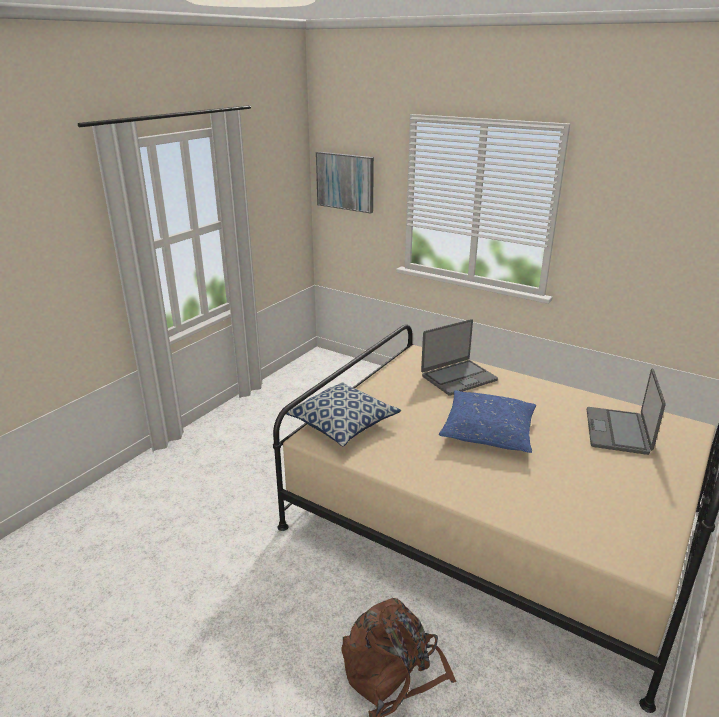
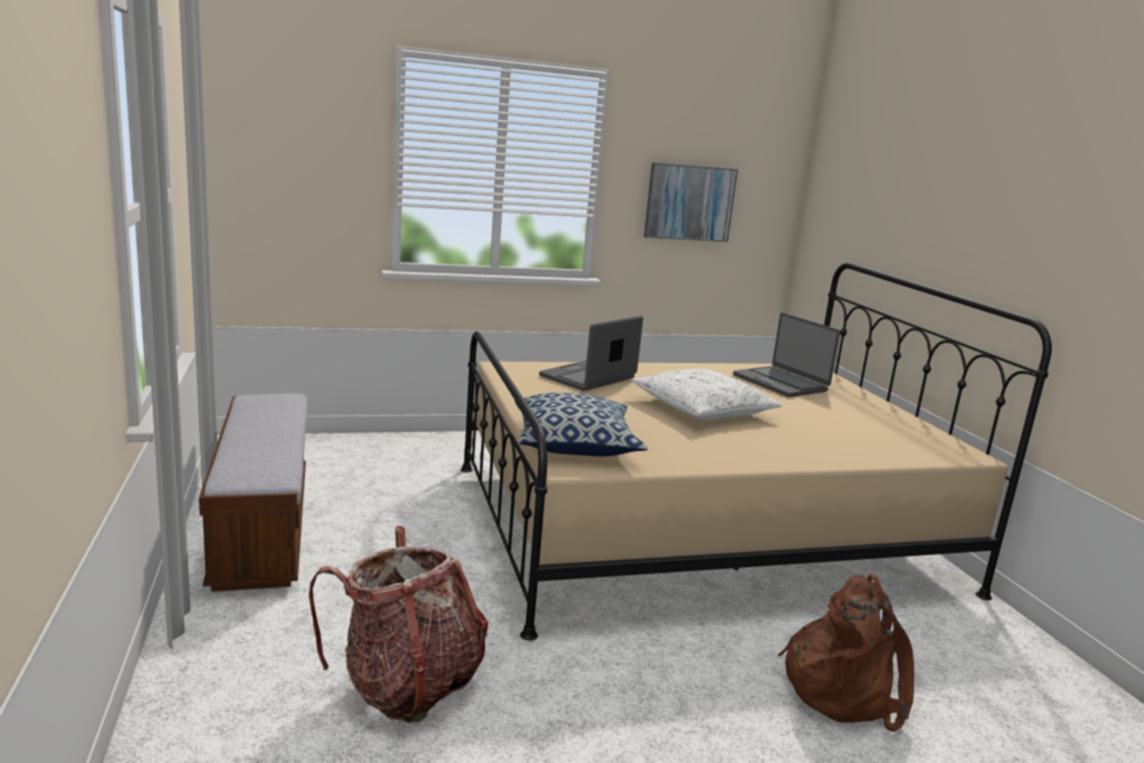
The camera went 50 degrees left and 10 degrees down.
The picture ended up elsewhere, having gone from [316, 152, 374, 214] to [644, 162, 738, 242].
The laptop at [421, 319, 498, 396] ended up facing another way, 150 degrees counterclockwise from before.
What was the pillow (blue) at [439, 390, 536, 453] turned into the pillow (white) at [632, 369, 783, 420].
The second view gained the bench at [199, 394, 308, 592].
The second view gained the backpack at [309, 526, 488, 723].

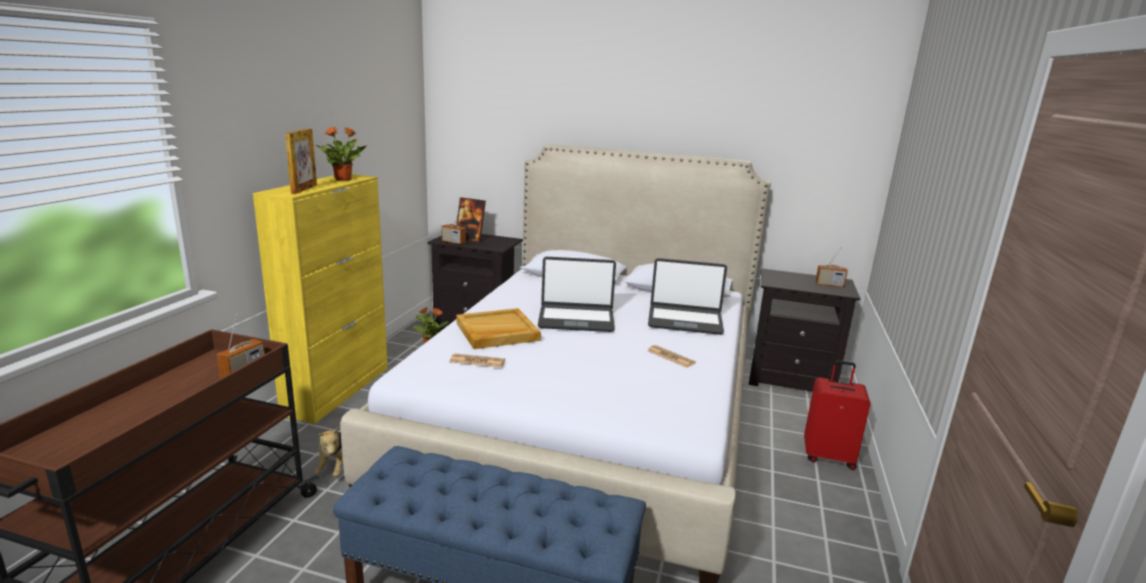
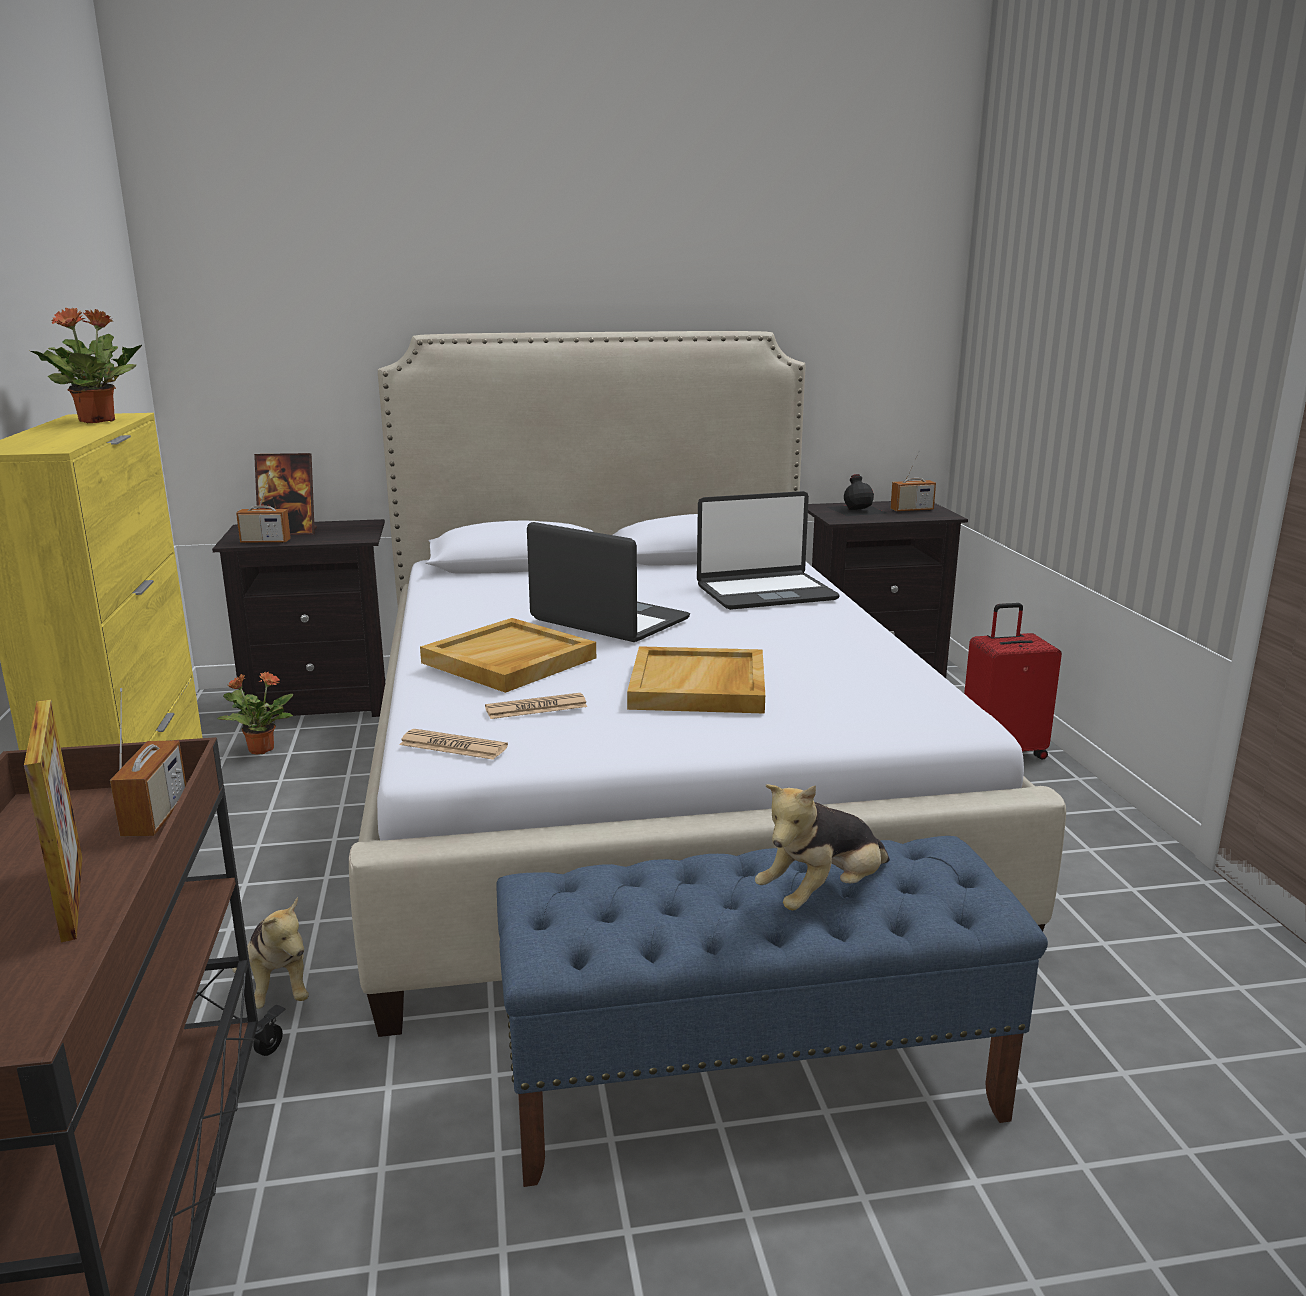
The camera went 25 degrees left and 0 degrees up.
The picture frame ended up elsewhere, having gone from [285, 129, 317, 194] to [24, 699, 82, 942].
The laptop at [538, 257, 616, 332] ended up facing another way, 120 degrees counterclockwise from before.
The newspaper ended up elsewhere, having gone from [647, 345, 696, 368] to [399, 729, 508, 760].
The second view gained the bottle (black) at [827, 474, 887, 516].
The second view gained the tray (beige) at [627, 646, 765, 714].
The second view gained the plush toy at [755, 784, 890, 911].

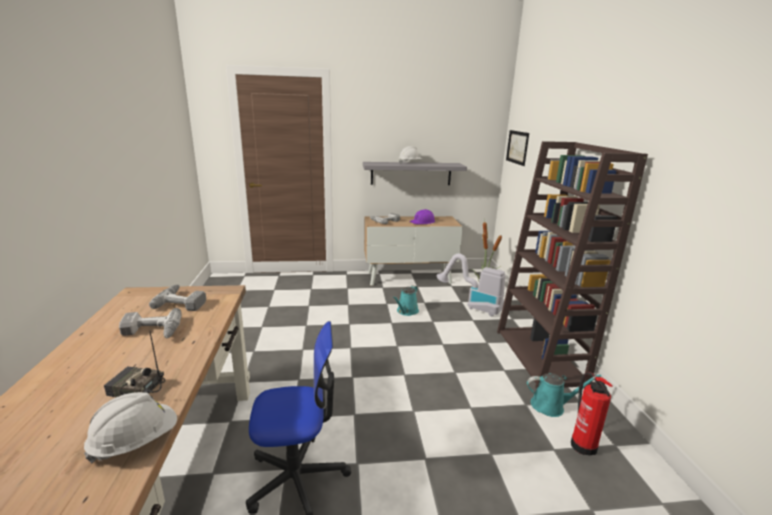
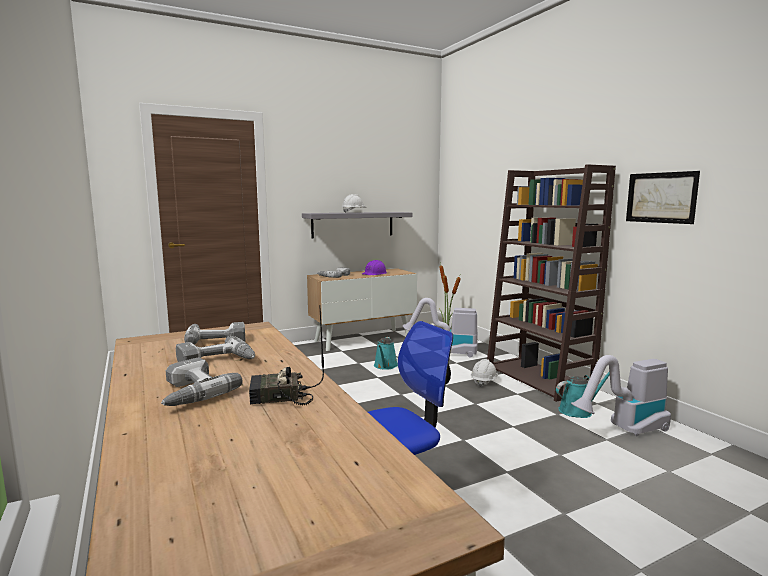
The camera went 20 degrees left and 10 degrees down.
The picture ended up elsewhere, having gone from [506, 130, 529, 166] to [626, 171, 700, 224].
Where the fire extinguisher stood at [571, 372, 613, 455], the vacuum cleaner came to stand at [571, 355, 671, 436].
The hard hat (white) ended up elsewhere, having gone from [84, 392, 177, 464] to [471, 359, 498, 387].
The second view gained the power drill at [161, 358, 242, 406].

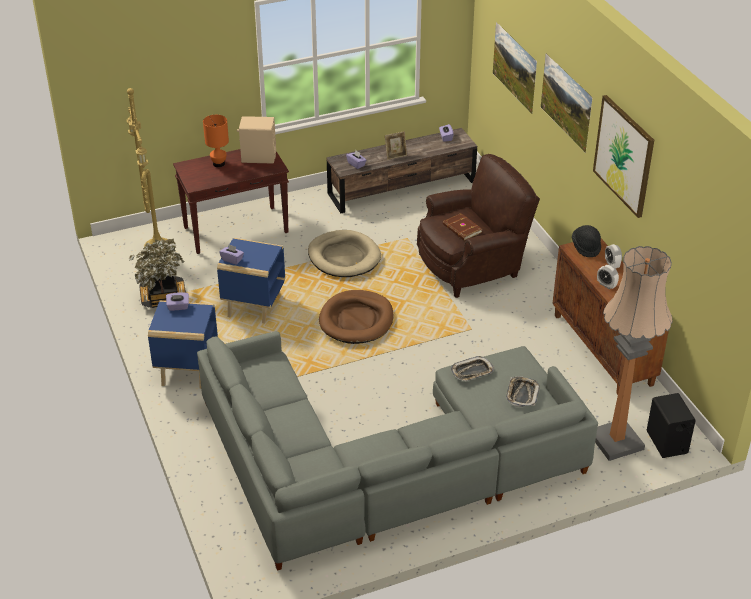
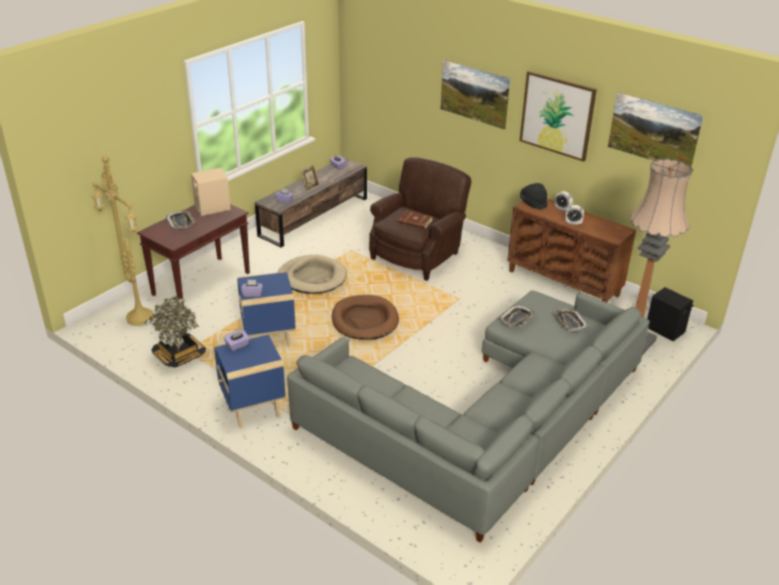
The camera went 30 degrees left and 5 degrees down.
The picture ended up elsewhere, having gone from [493, 22, 537, 114] to [608, 92, 703, 168].
Where the table lamp (orange) stood at [203, 115, 229, 167], the tray came to stand at [166, 210, 195, 230].

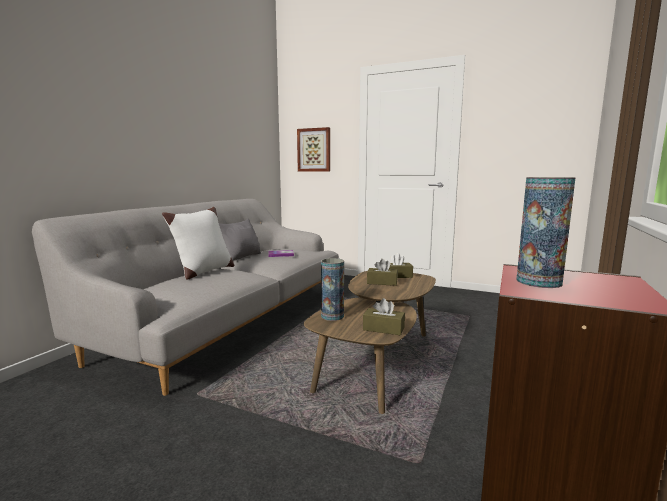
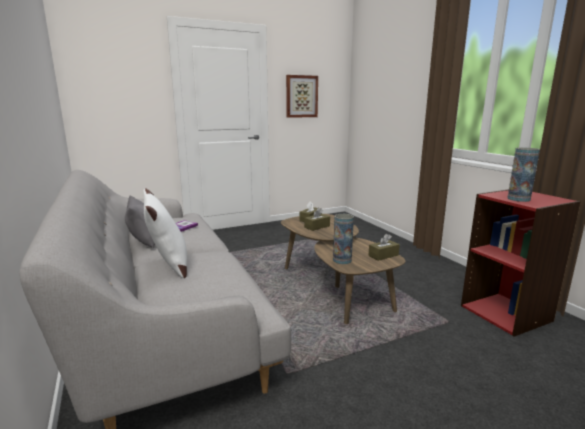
The camera went 50 degrees left and 5 degrees up.
The picture ended up elsewhere, having gone from [297, 127, 330, 171] to [286, 75, 318, 118].

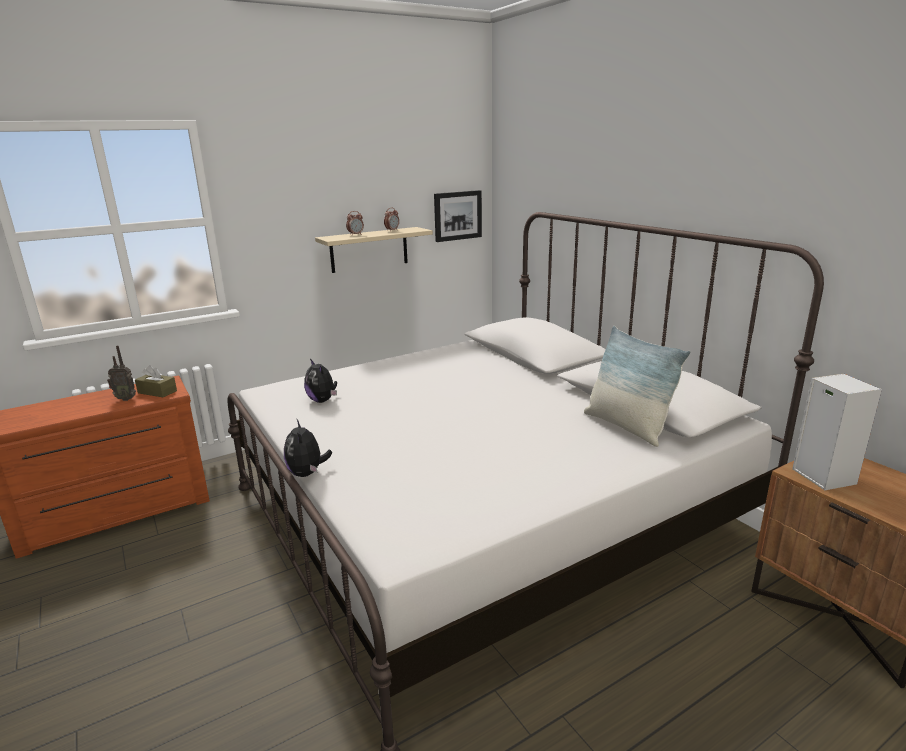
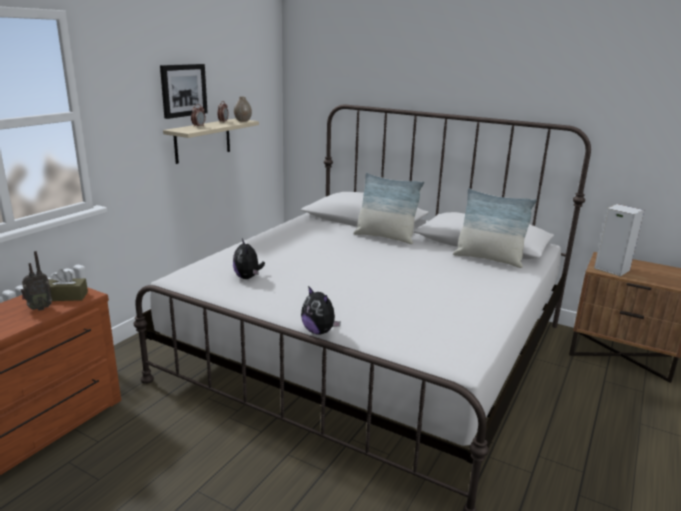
The camera went 30 degrees left and 0 degrees up.
The picture ended up elsewhere, having gone from [434, 190, 482, 242] to [160, 64, 208, 119].
The plush toy at [304, 359, 337, 403] ended up facing another way, 45 degrees clockwise from before.
The second view gained the vase at [234, 96, 252, 122].
The second view gained the pillow at [353, 172, 424, 244].

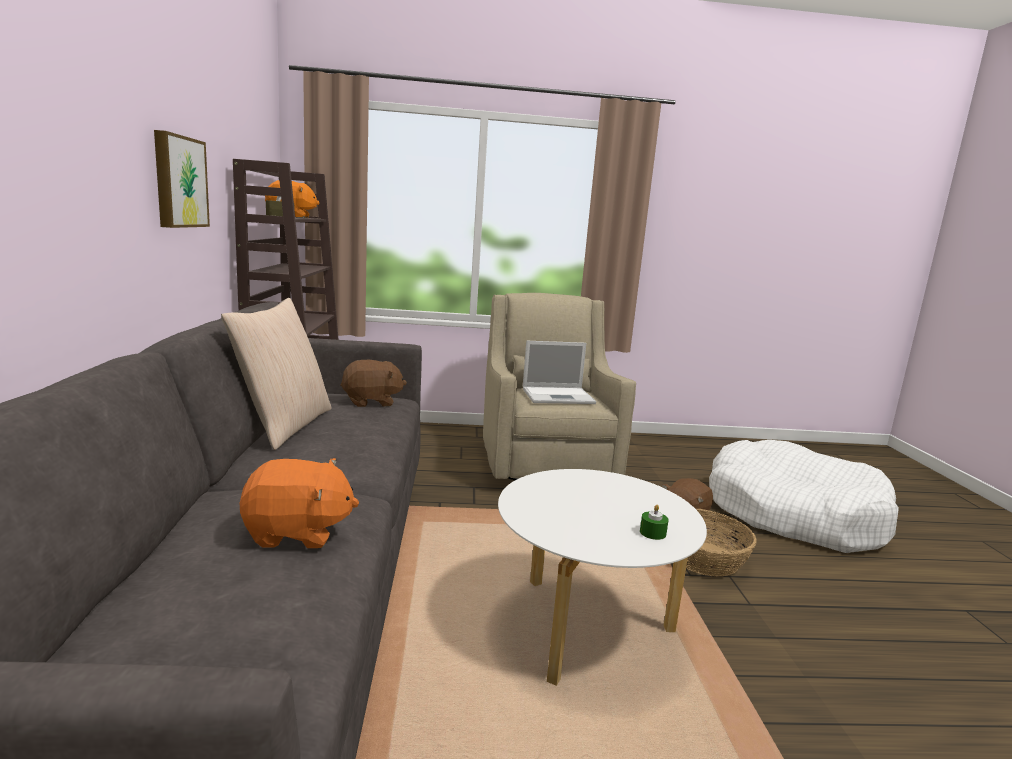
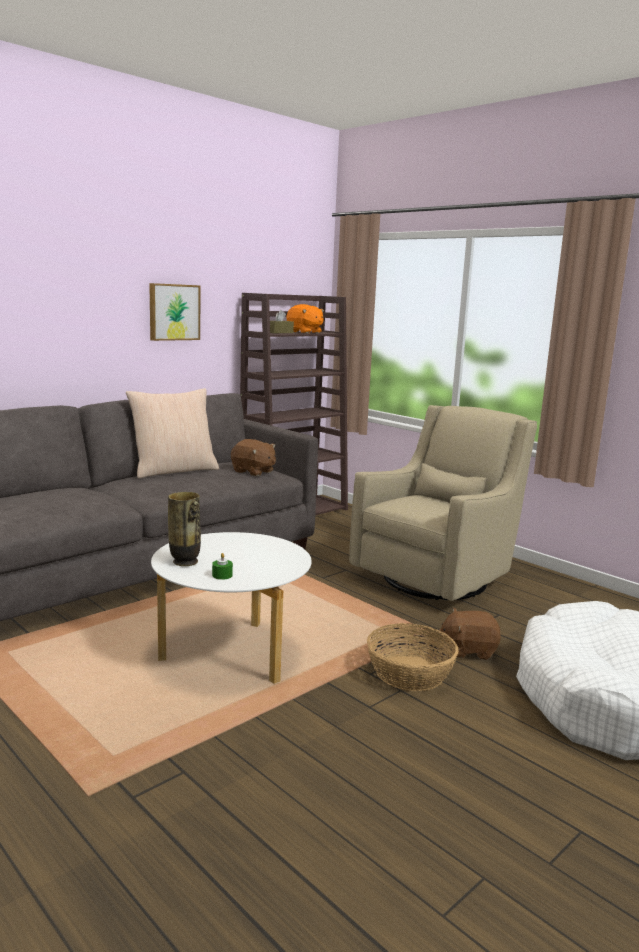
The camera went 50 degrees right and 0 degrees up.
The second view lost the laptop at [523, 341, 596, 404].
The second view lost the plush toy (orange) at [240, 458, 359, 548].
The second view gained the vase at [168, 492, 201, 566].

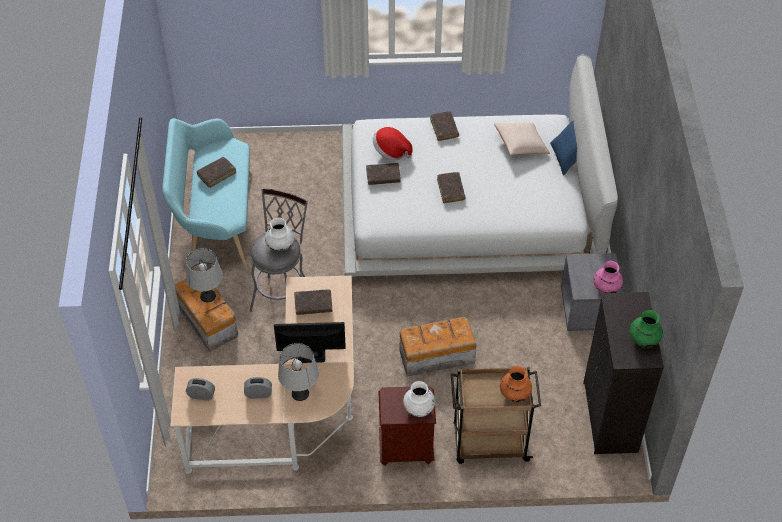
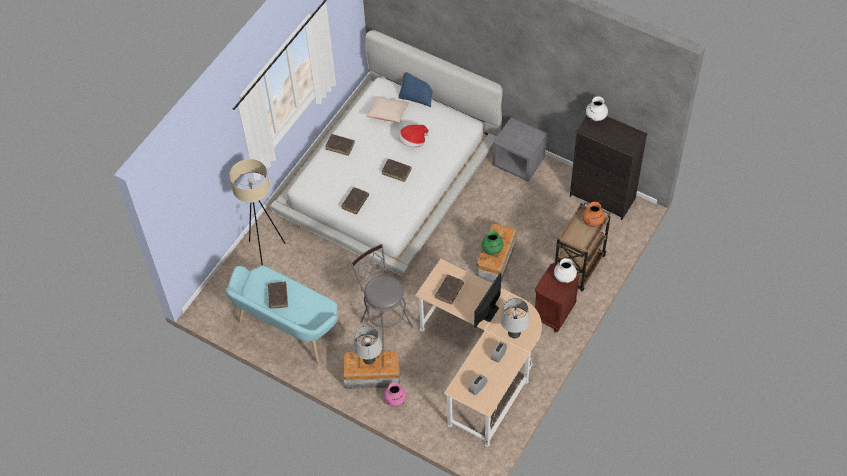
The camera went 55 degrees left and 5 degrees up.
The hat ended up elsewhere, having gone from [373, 127, 413, 160] to [398, 125, 428, 148].
The vase (white) ended up elsewhere, having gone from [265, 218, 294, 251] to [586, 97, 608, 122].
The vase (pink) ended up elsewhere, having gone from [594, 261, 623, 293] to [384, 382, 406, 407].
The vase (green) ended up elsewhere, having gone from [629, 310, 663, 348] to [482, 230, 503, 255].
The second view gained the floor lamp (beige) at [229, 159, 285, 265].

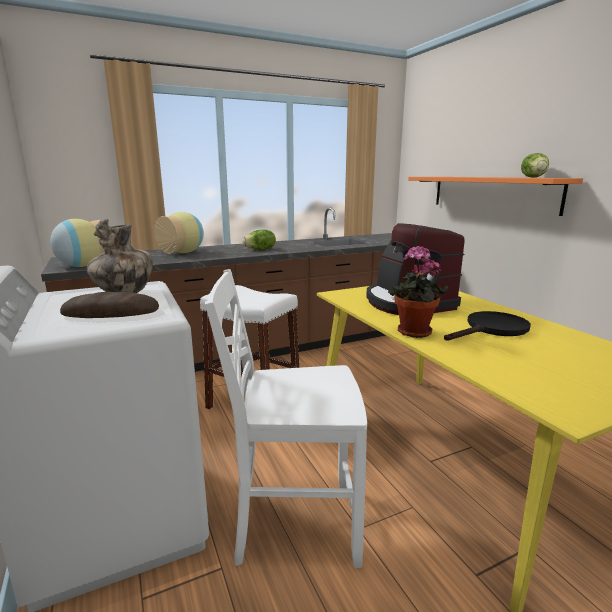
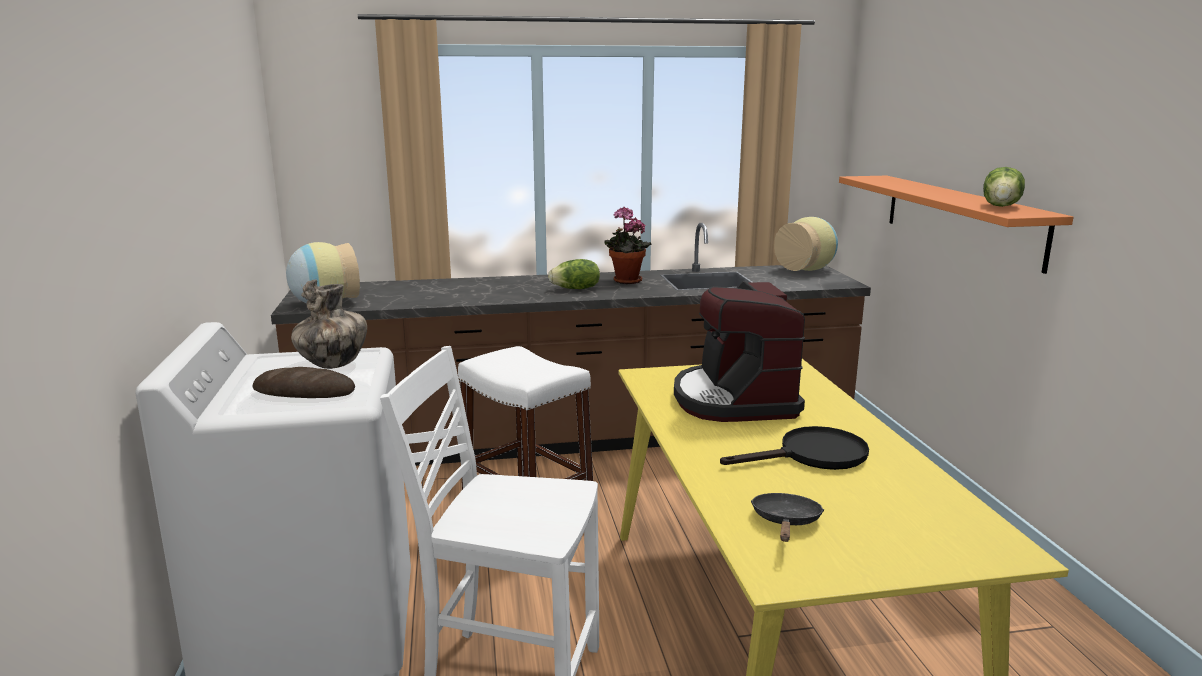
The camera went 15 degrees right and 0 degrees up.
The vase ended up elsewhere, having gone from [154, 212, 204, 253] to [774, 217, 838, 271].
The potted plant ended up elsewhere, having gone from [388, 245, 448, 338] to [605, 206, 652, 284].
The second view gained the frying pan (black) at [751, 493, 824, 542].

